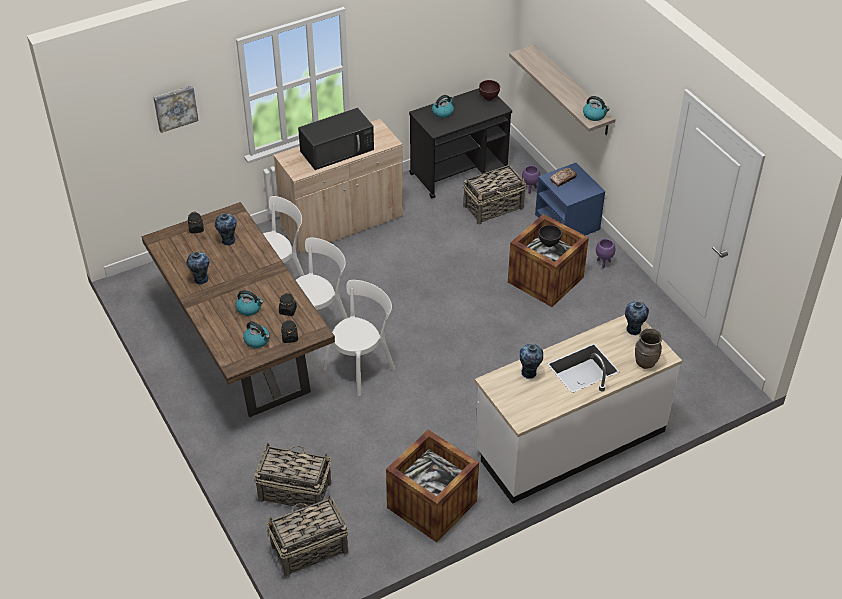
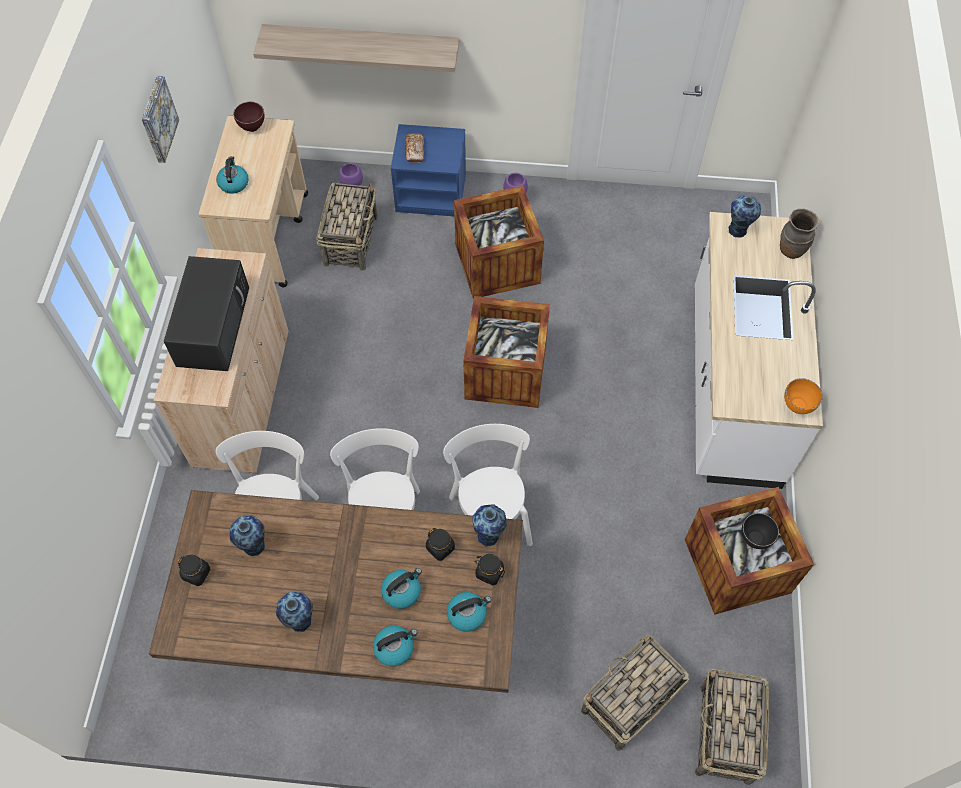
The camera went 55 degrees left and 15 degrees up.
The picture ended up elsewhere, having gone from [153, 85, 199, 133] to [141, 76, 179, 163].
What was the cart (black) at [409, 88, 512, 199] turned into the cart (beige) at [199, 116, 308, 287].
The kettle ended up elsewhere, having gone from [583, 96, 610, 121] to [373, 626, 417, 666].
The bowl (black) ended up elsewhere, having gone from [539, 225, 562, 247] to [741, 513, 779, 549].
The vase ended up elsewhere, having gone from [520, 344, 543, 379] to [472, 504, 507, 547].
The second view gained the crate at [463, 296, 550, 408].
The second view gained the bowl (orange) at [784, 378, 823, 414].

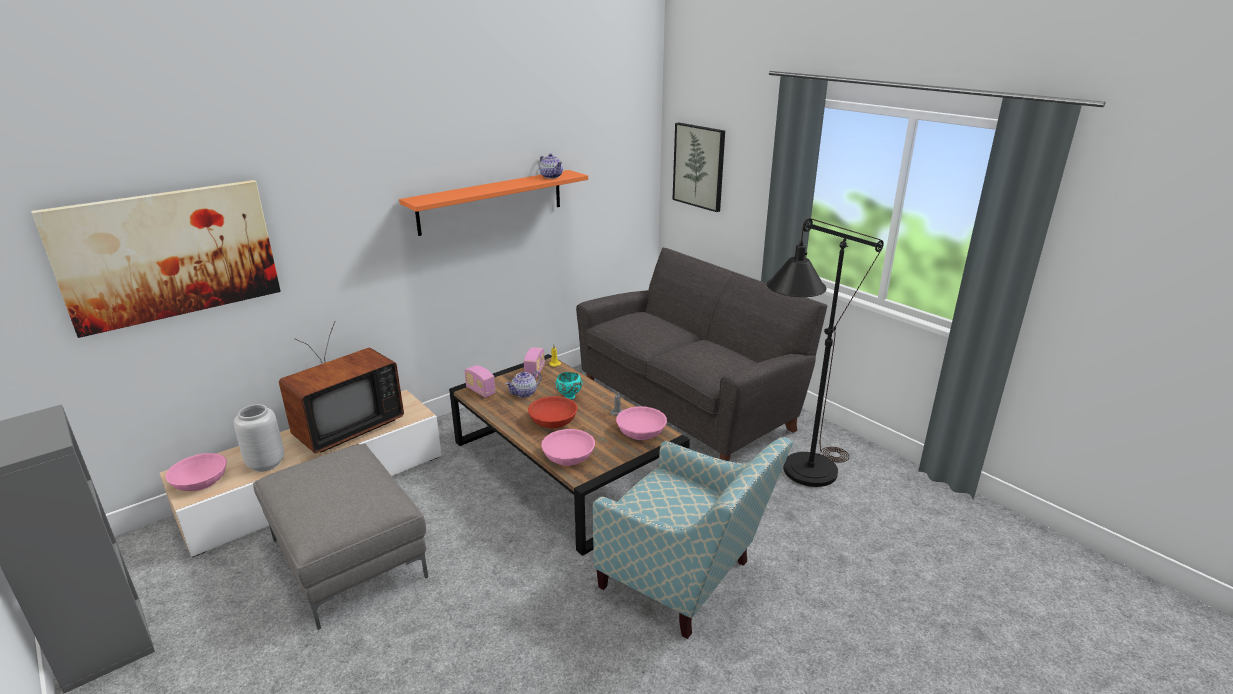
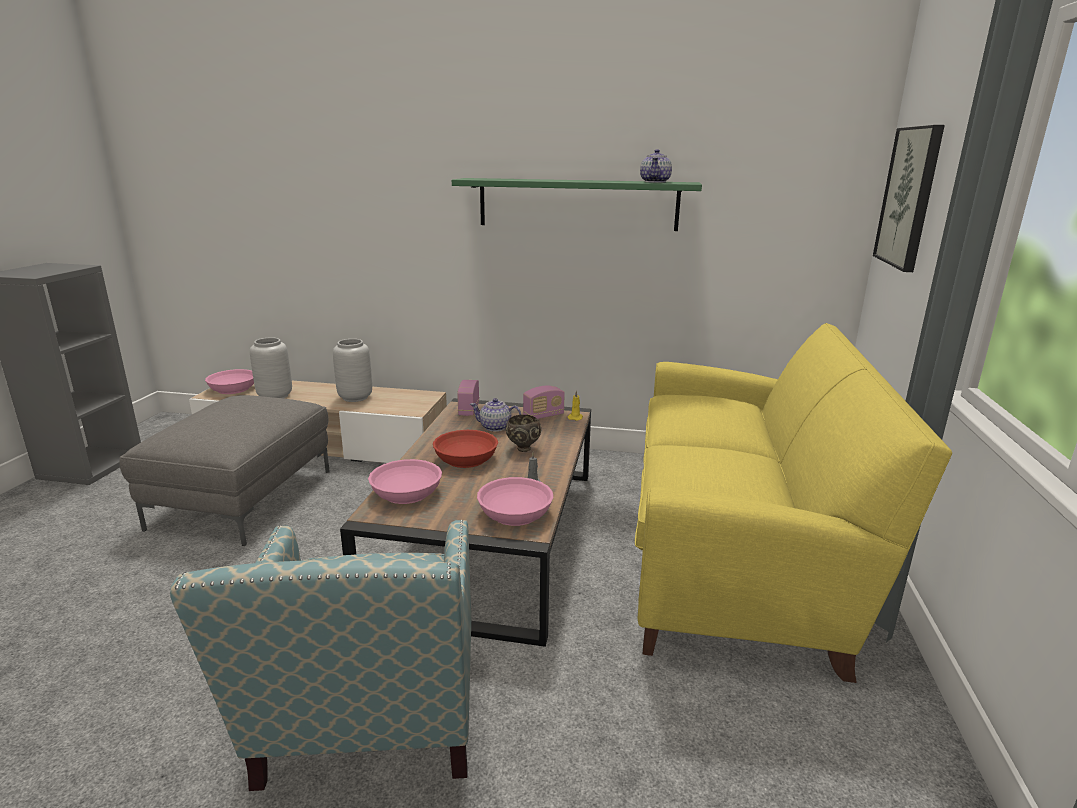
The camera went 50 degrees right and 5 degrees down.
What was the shelf (orange) at [399, 170, 588, 236] turned into the shelf (green) at [452, 178, 702, 231].
The second view lost the picture at [31, 180, 281, 338].
The second view lost the floor lamp (black) at [767, 218, 884, 487].
What was the sofa (grey) at [576, 248, 827, 461] turned into the sofa (yellow) at [635, 323, 952, 683].
Where the television stood at [279, 321, 404, 454], the vase (grey) came to stand at [333, 339, 372, 402].
What was the bowl (turquoise) at [556, 372, 583, 400] turned into the bowl (brown) at [506, 415, 541, 452].

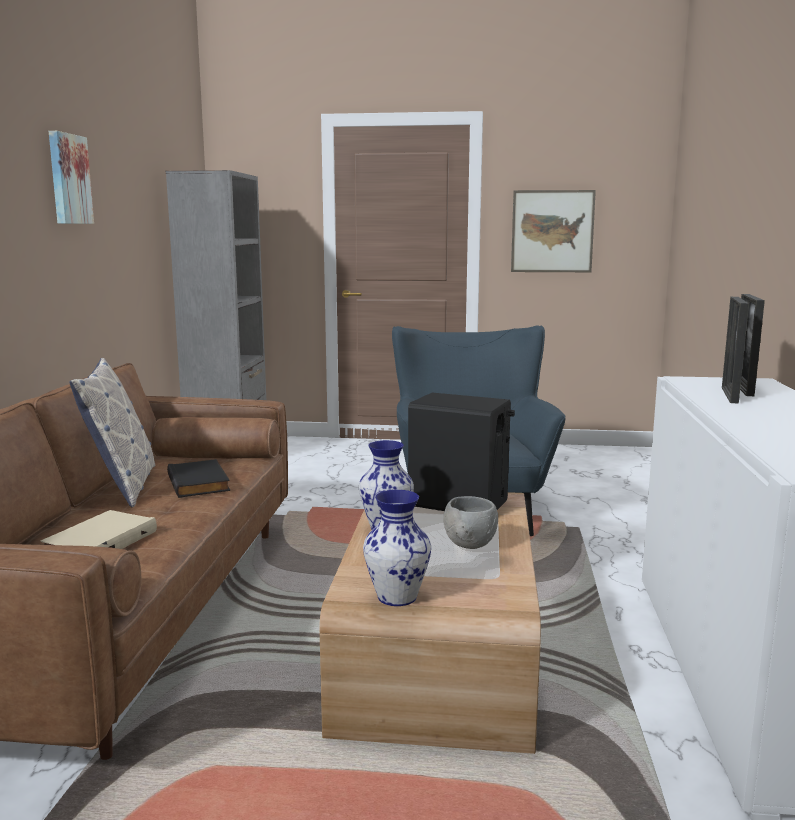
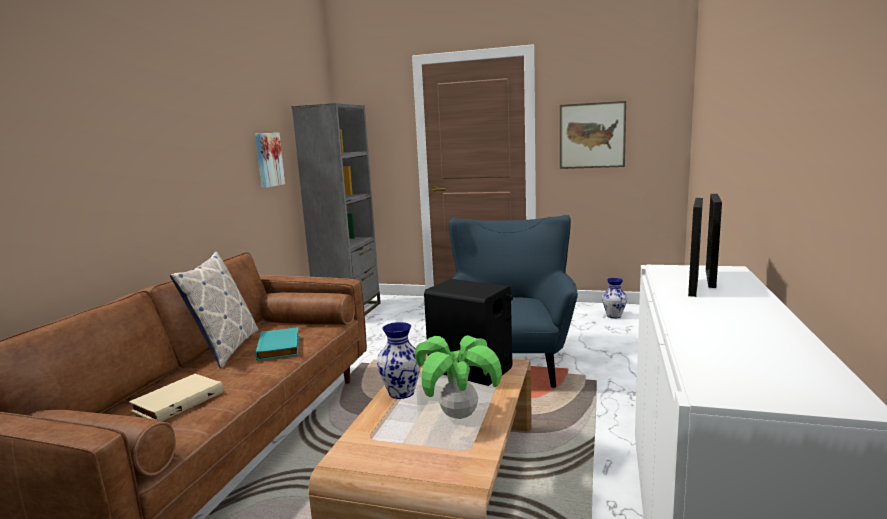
The camera went 10 degrees right and 0 degrees up.
The picture ended up elsewhere, having gone from [49, 131, 94, 224] to [255, 133, 285, 188].
What was the book (black) at [167, 459, 230, 498] turned into the book (turquoise) at [255, 327, 299, 361].
The vase ended up elsewhere, having gone from [363, 490, 431, 606] to [602, 278, 627, 318].
Where the bowl (grey) stood at [443, 496, 498, 549], the potted plant came to stand at [415, 335, 502, 419].

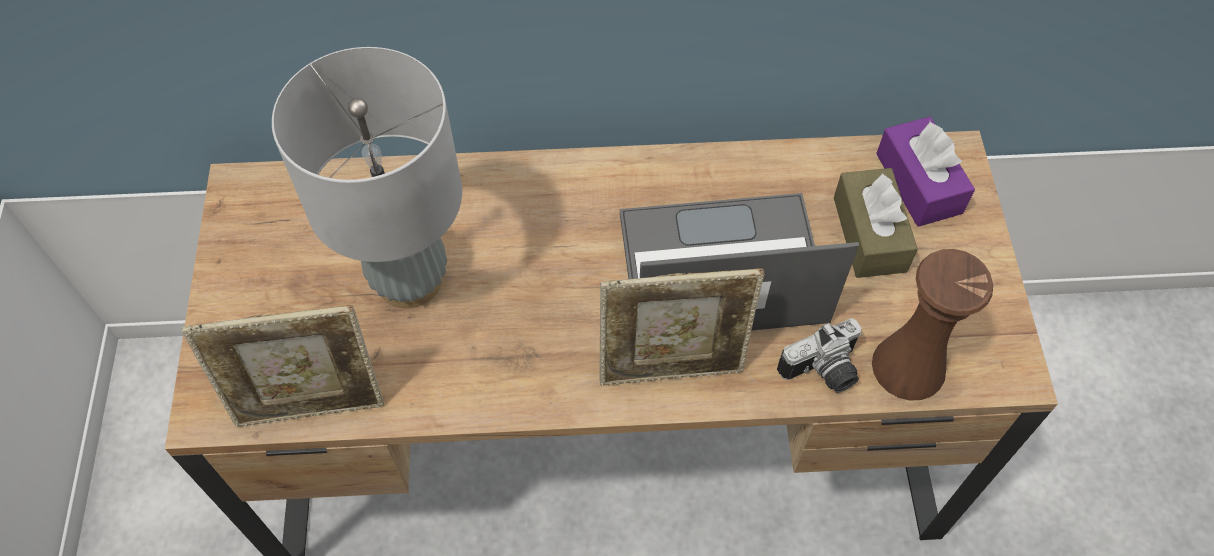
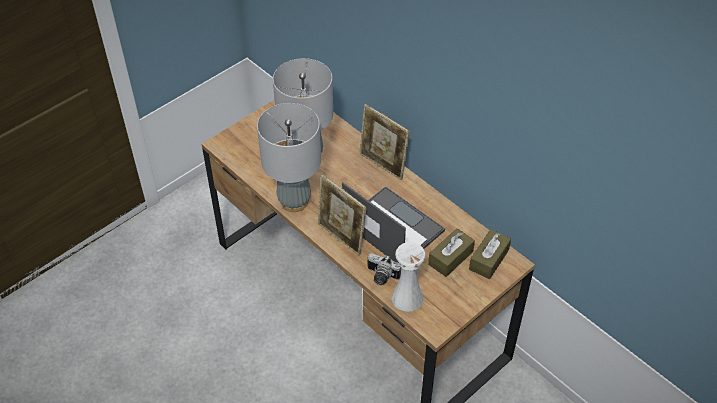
The camera went 50 degrees right and 10 degrees down.
What was the tissue box (purple) at [876, 116, 975, 227] turned into the tissue box (brown) at [469, 229, 511, 279].
What was the vase (brown) at [872, 249, 993, 401] turned into the vase (white) at [392, 242, 426, 312].
The picture frame ended up elsewhere, having gone from [182, 305, 384, 427] to [359, 104, 410, 180].
The second view gained the table lamp (grey) at [257, 103, 321, 212].

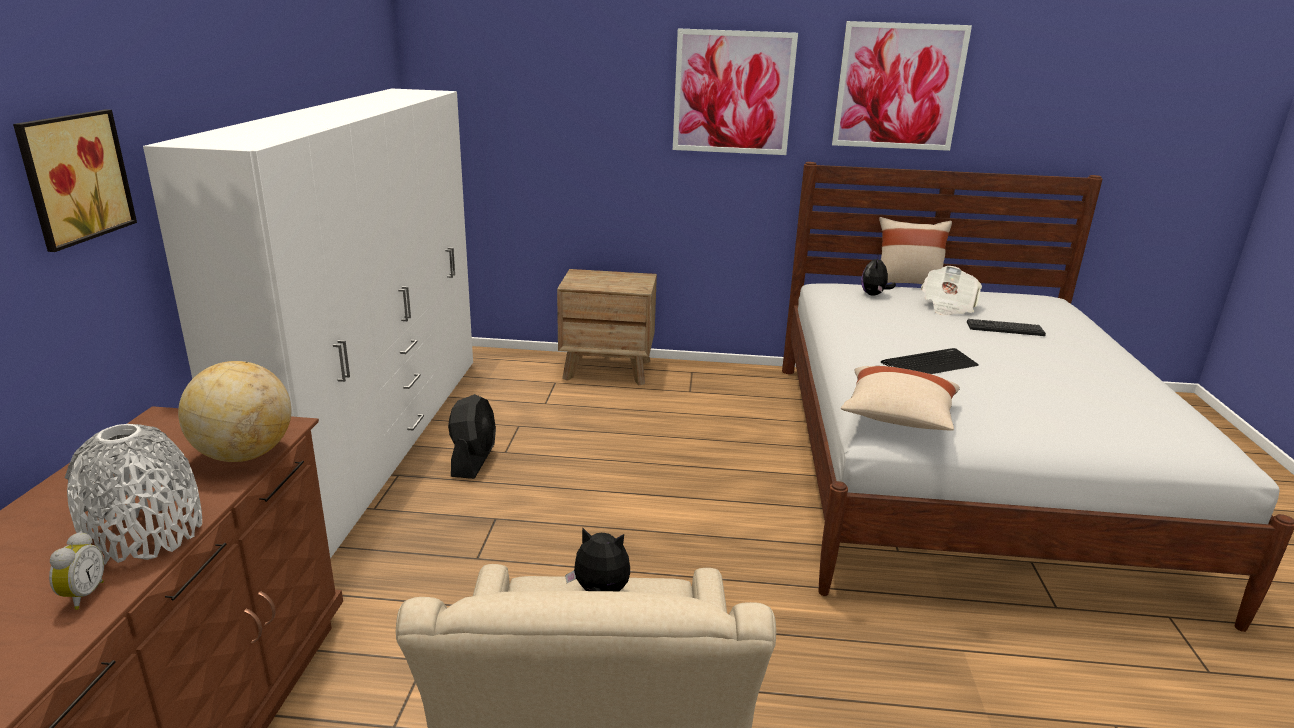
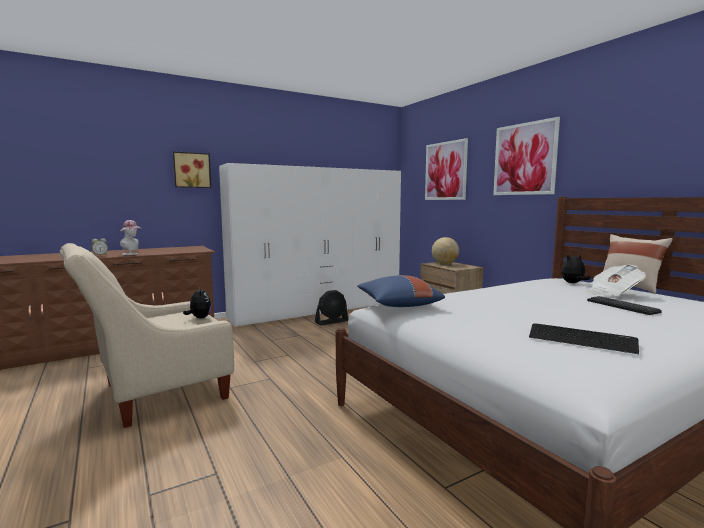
The camera went 55 degrees right and 15 degrees down.
The picture ended up elsewhere, having gone from [832, 21, 972, 151] to [425, 138, 468, 200].
The keyboard ended up elsewhere, having gone from [881, 348, 979, 374] to [529, 324, 639, 354].
The globe ended up elsewhere, having gone from [178, 361, 291, 462] to [432, 237, 459, 264].
What was the pillow (beige) at [841, 366, 960, 431] turned into the pillow (blue) at [357, 275, 445, 307].
Where the vase (grey) stood at [65, 424, 202, 564], the hat came to stand at [120, 220, 142, 255].

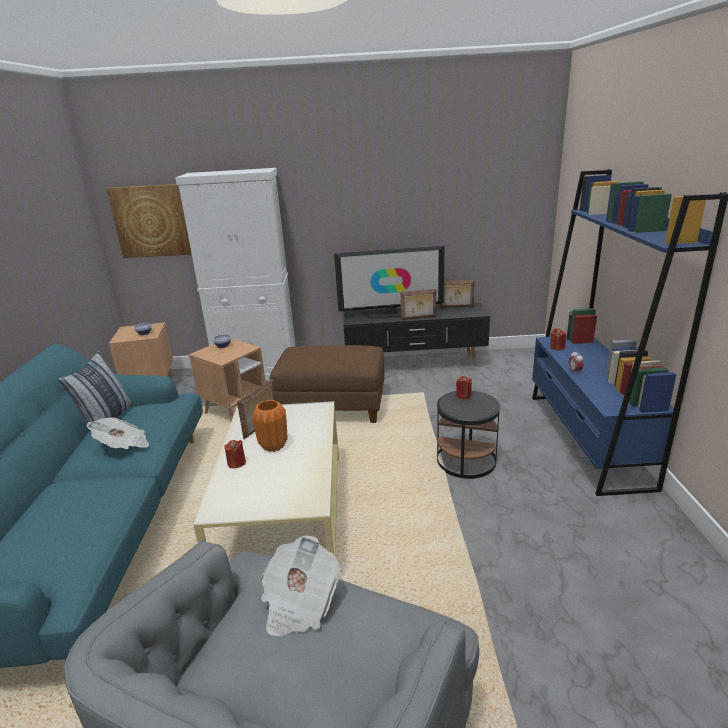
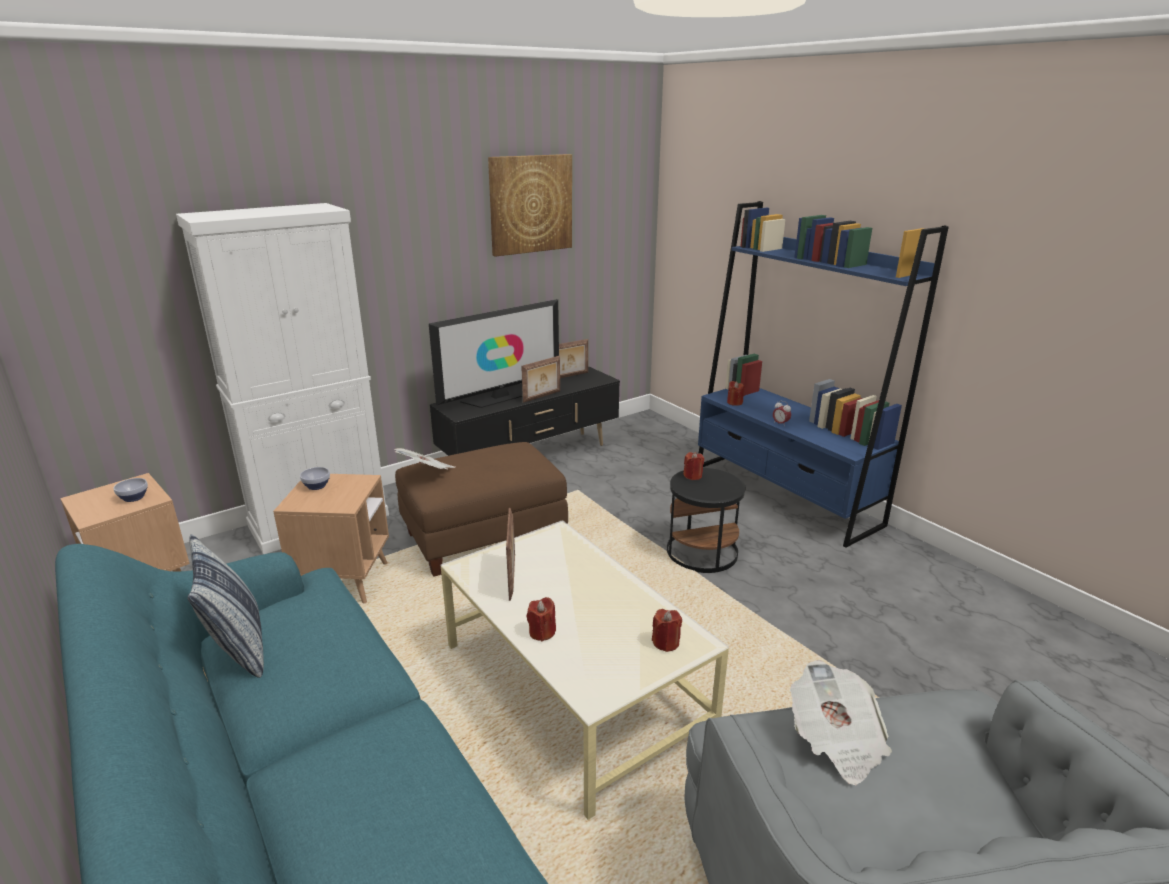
The camera went 35 degrees left and 0 degrees up.
The picture ended up elsewhere, having gone from [106, 184, 192, 258] to [488, 154, 572, 257].
The second view lost the vase (orange) at [252, 400, 287, 452].
The newspaper ended up elsewhere, having gone from [87, 418, 149, 449] to [394, 448, 456, 469].
The second view gained the candle (red) at [652, 609, 682, 652].

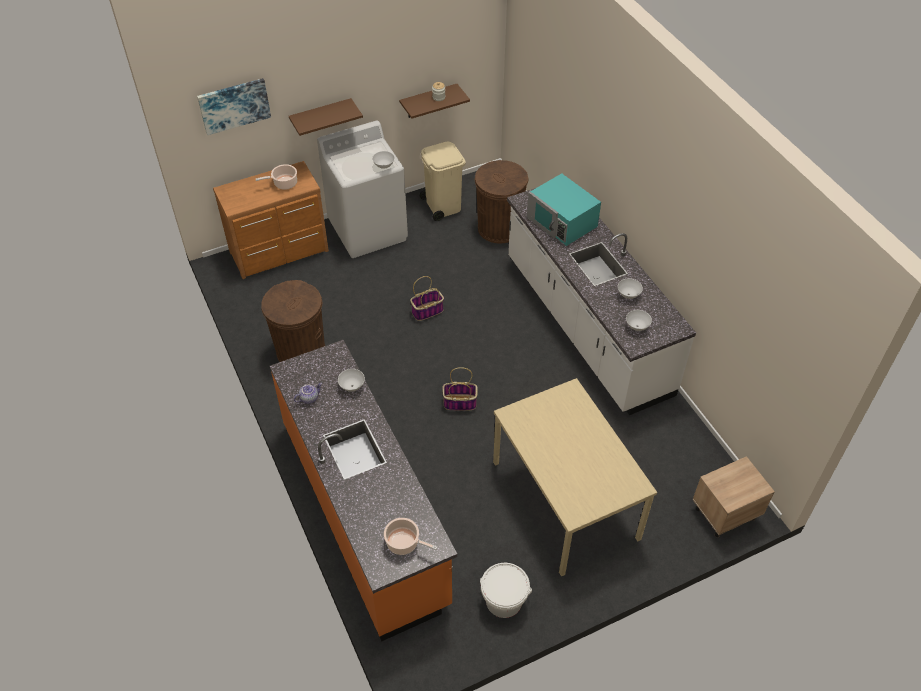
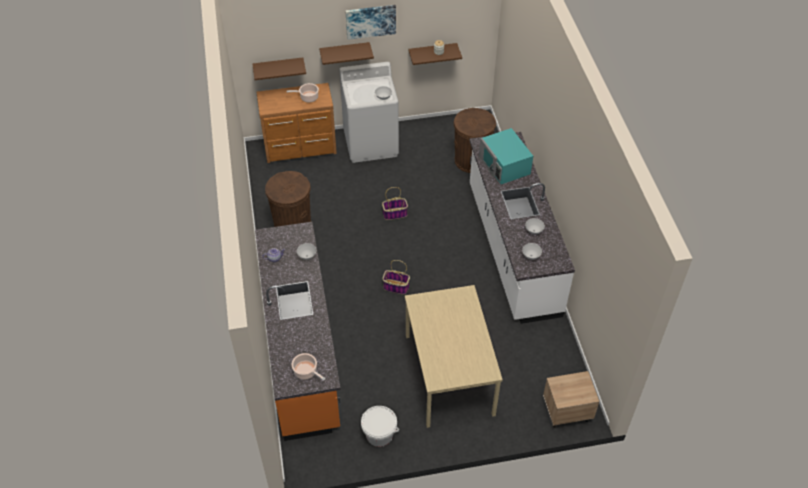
The camera went 15 degrees right and 0 degrees up.
The picture ended up elsewhere, having gone from [197, 78, 271, 135] to [346, 5, 396, 40].
The second view lost the trash can (beige) at [420, 142, 466, 221].
The second view gained the shelf (brown) at [252, 57, 306, 80].

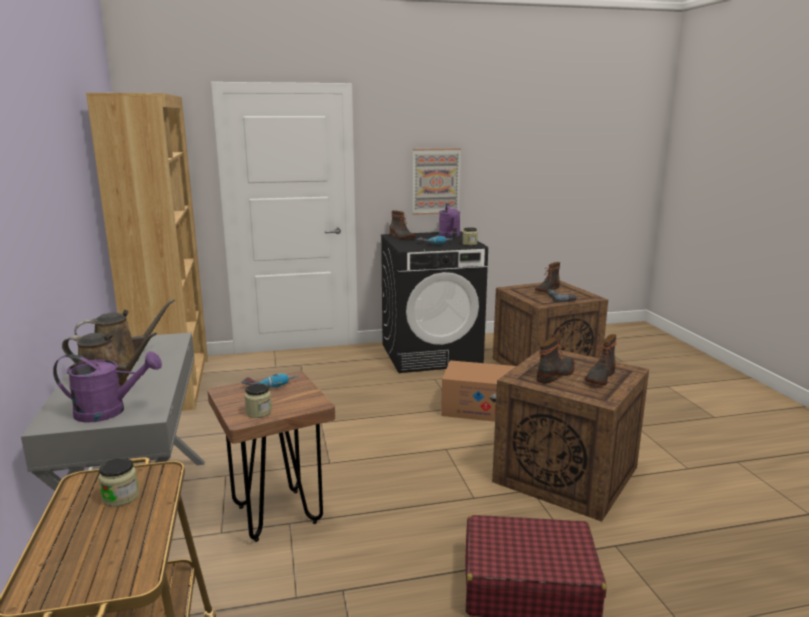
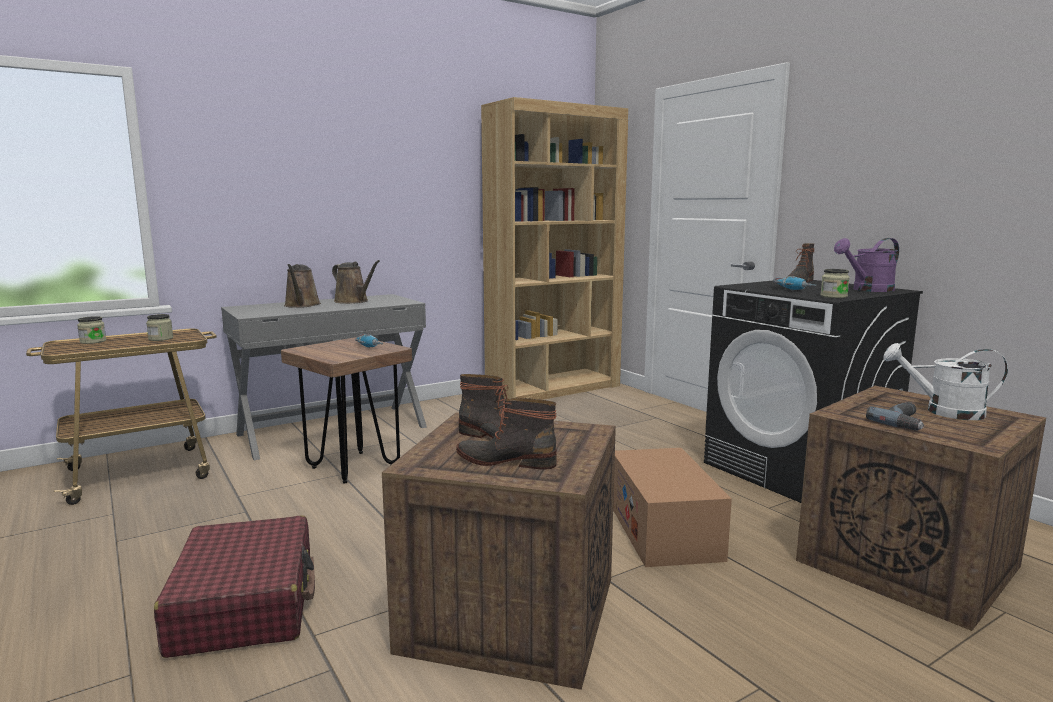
The camera went 70 degrees right and 5 degrees down.
The second view lost the picture at [412, 148, 461, 215].
Where the boot stood at [535, 262, 560, 293], the watering can (white) came to stand at [883, 343, 1008, 420].
The second view lost the watering can (purple) at [53, 351, 162, 423].
The jar ended up elsewhere, having gone from [244, 384, 272, 418] to [77, 316, 106, 344].

